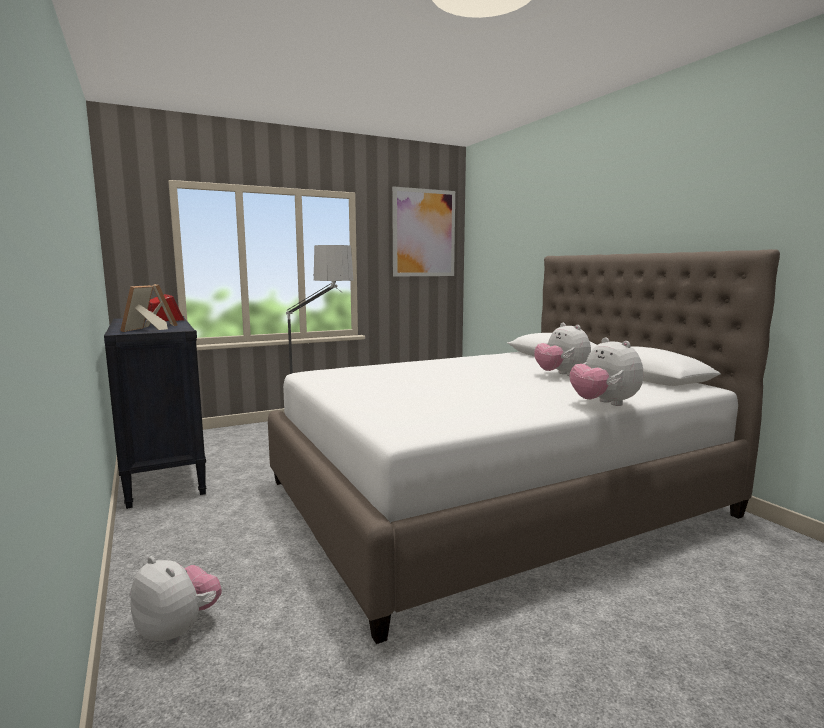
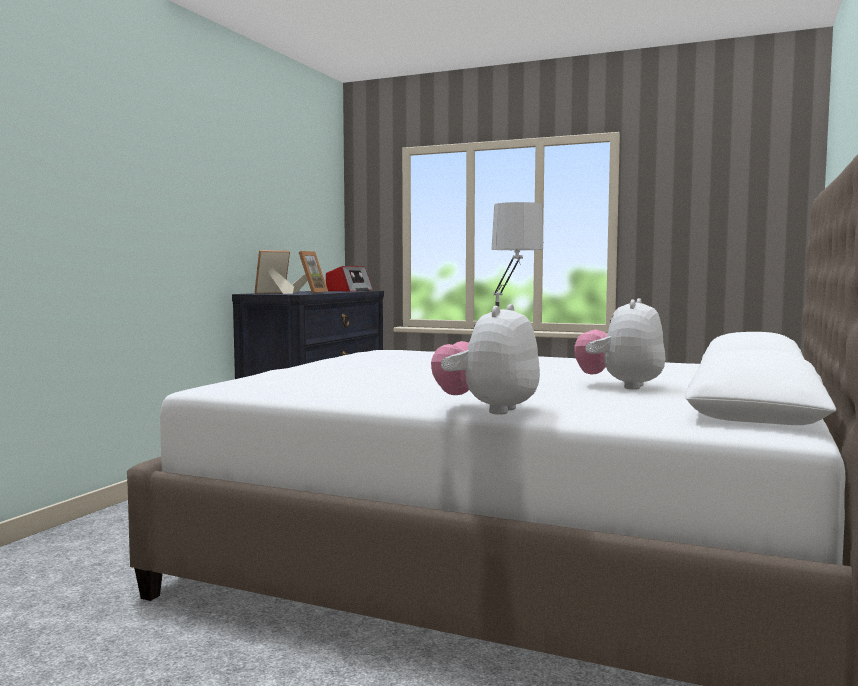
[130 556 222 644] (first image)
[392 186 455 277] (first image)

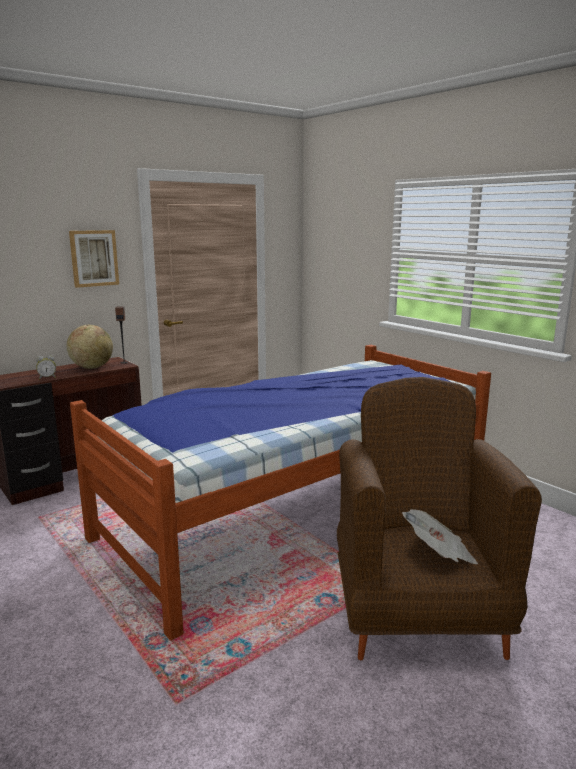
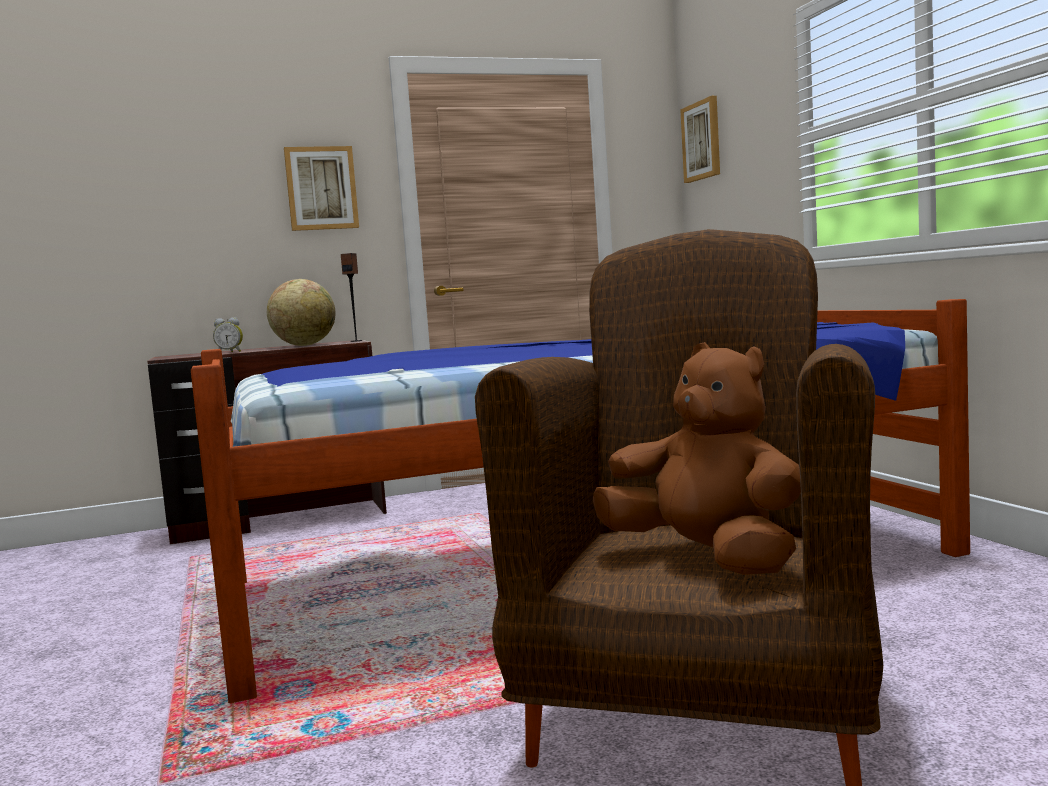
[593 342 801 575]
[680 96 720 183]

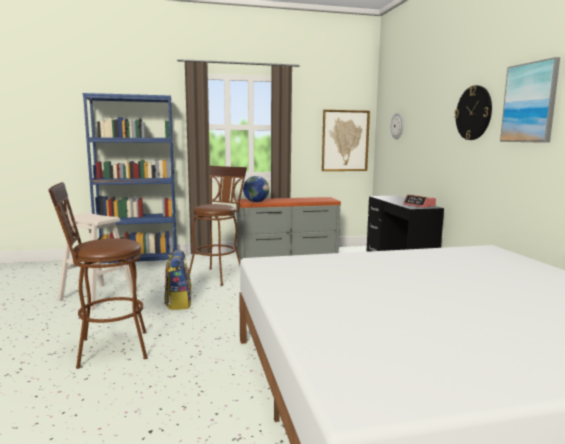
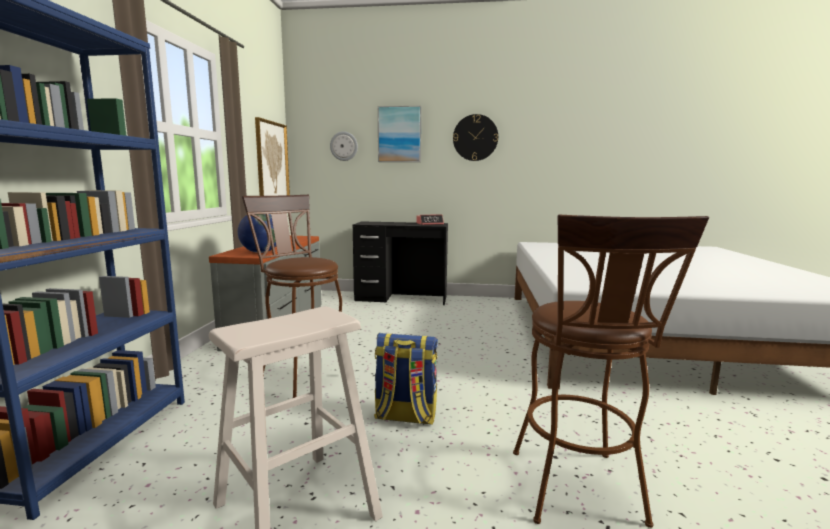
[378 106 421 162]

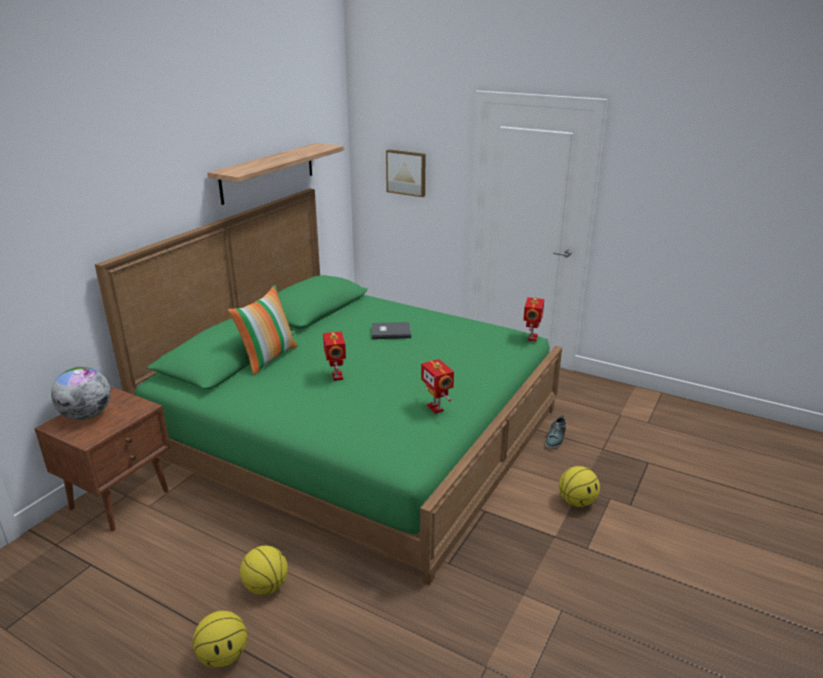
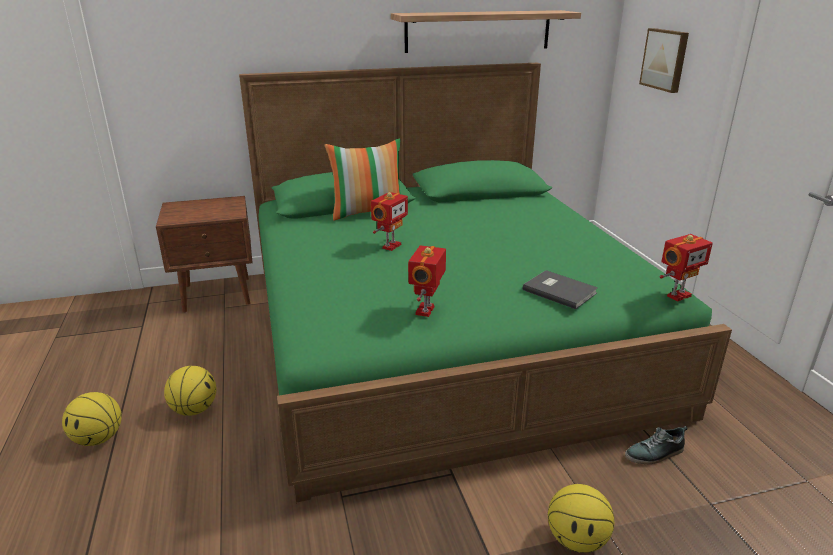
[51 367 111 420] (first image)
[523 270 598 309]

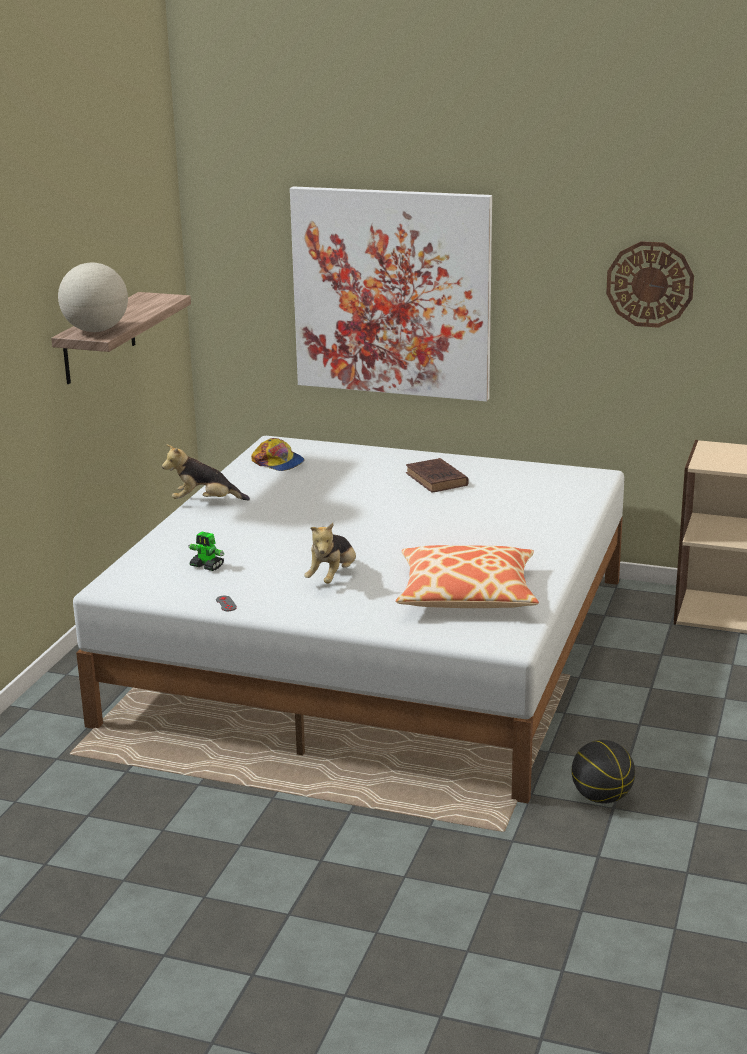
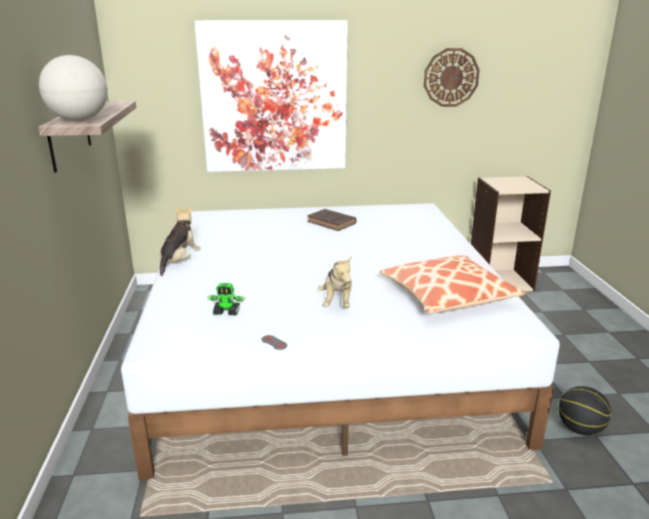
[160 207 200 276]
[251 438 305 471] (first image)

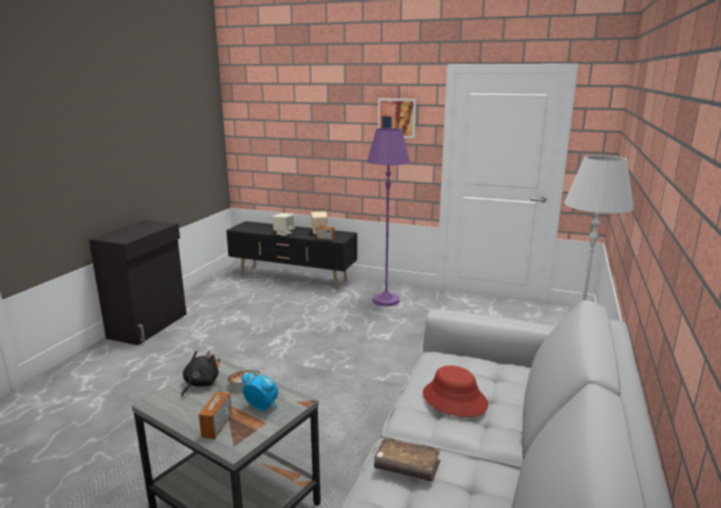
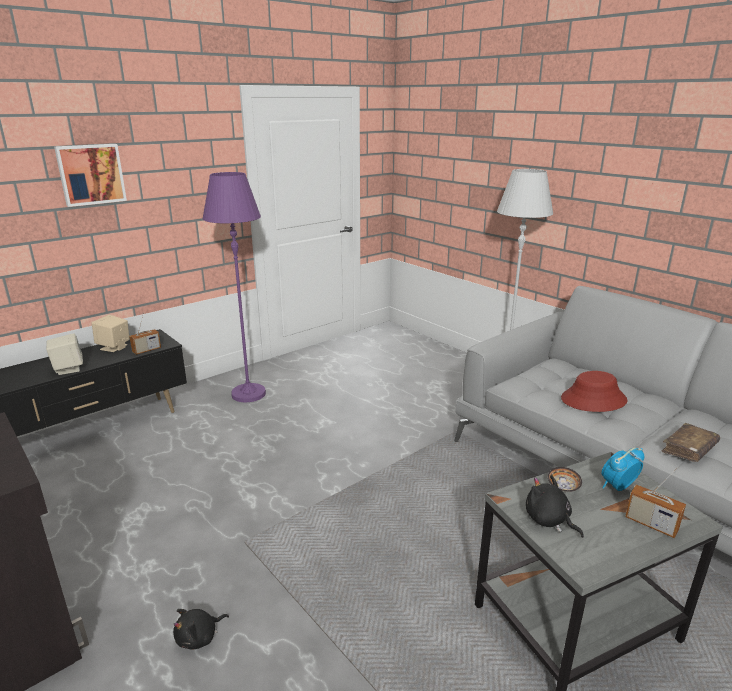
[54 144 127 207]
[173 609 229 650]

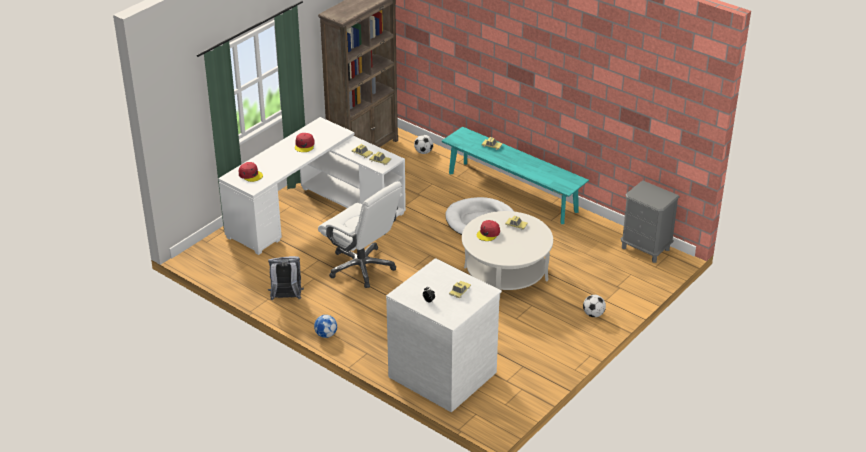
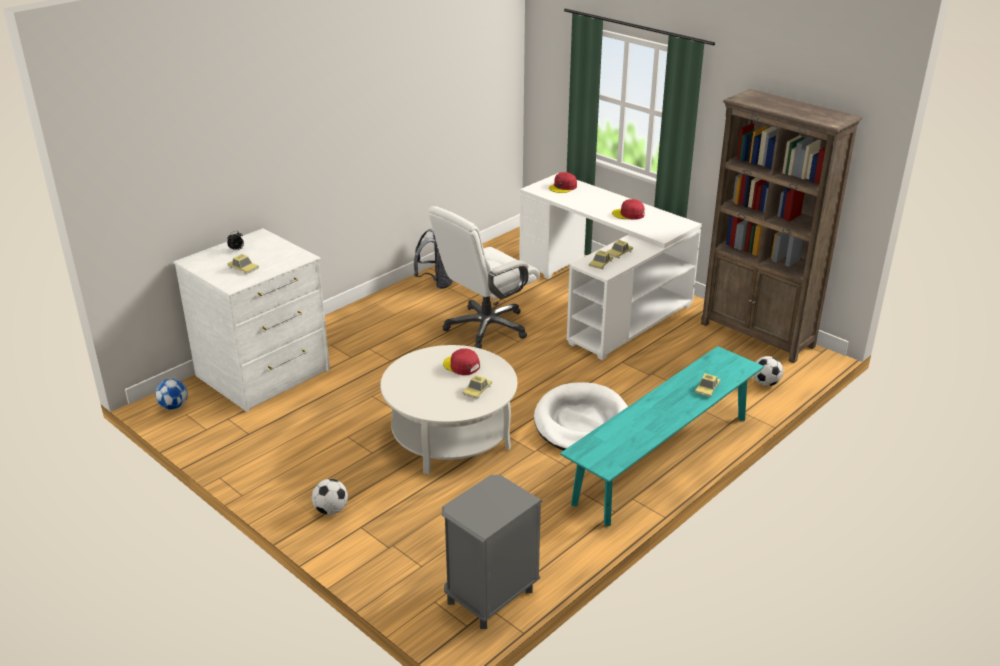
[155 379 188 410]

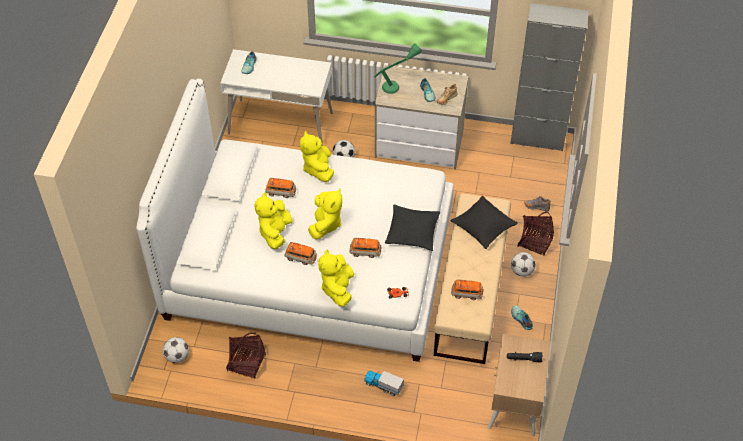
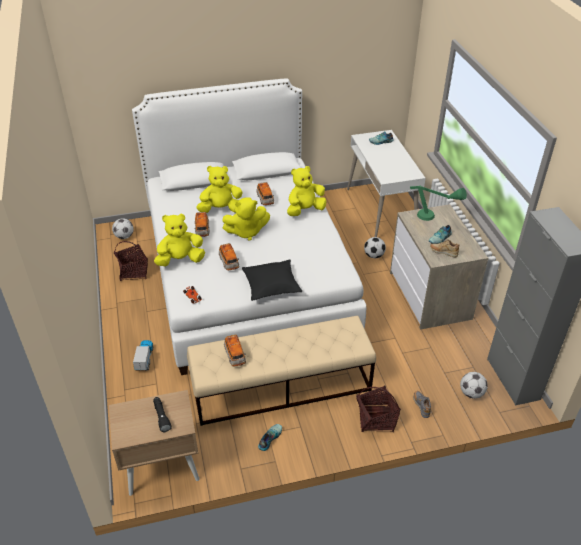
[451 196 518 249] (first image)
[460 372 488 399]

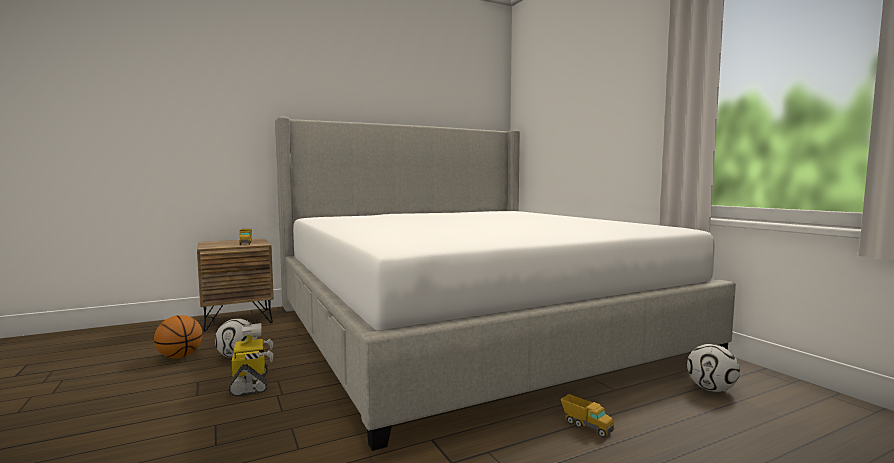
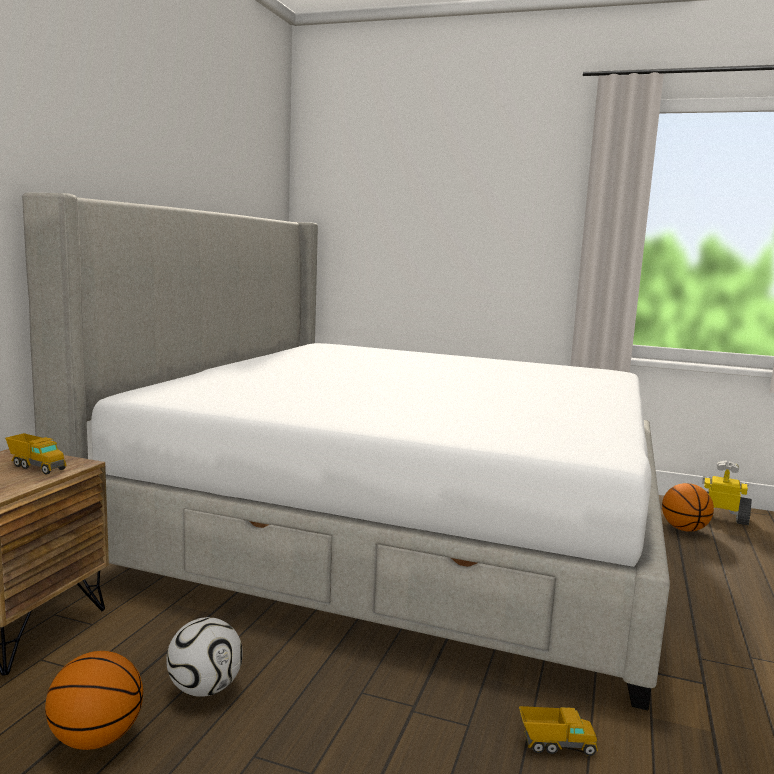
[702 460 752 525]
[519 706 598 756]
[662 483 714 532]

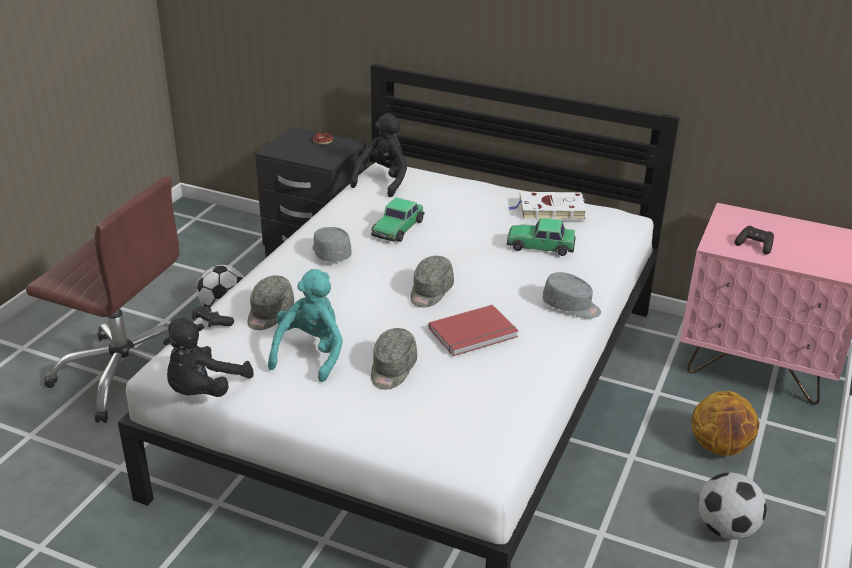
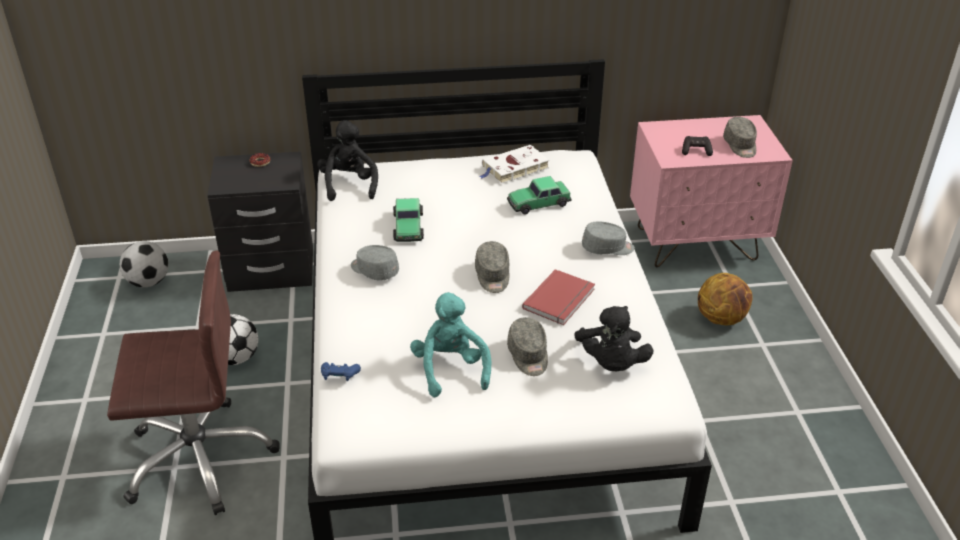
[574 306 653 372]
[321 362 361 381]
[723 117 757 158]
[120 241 169 287]

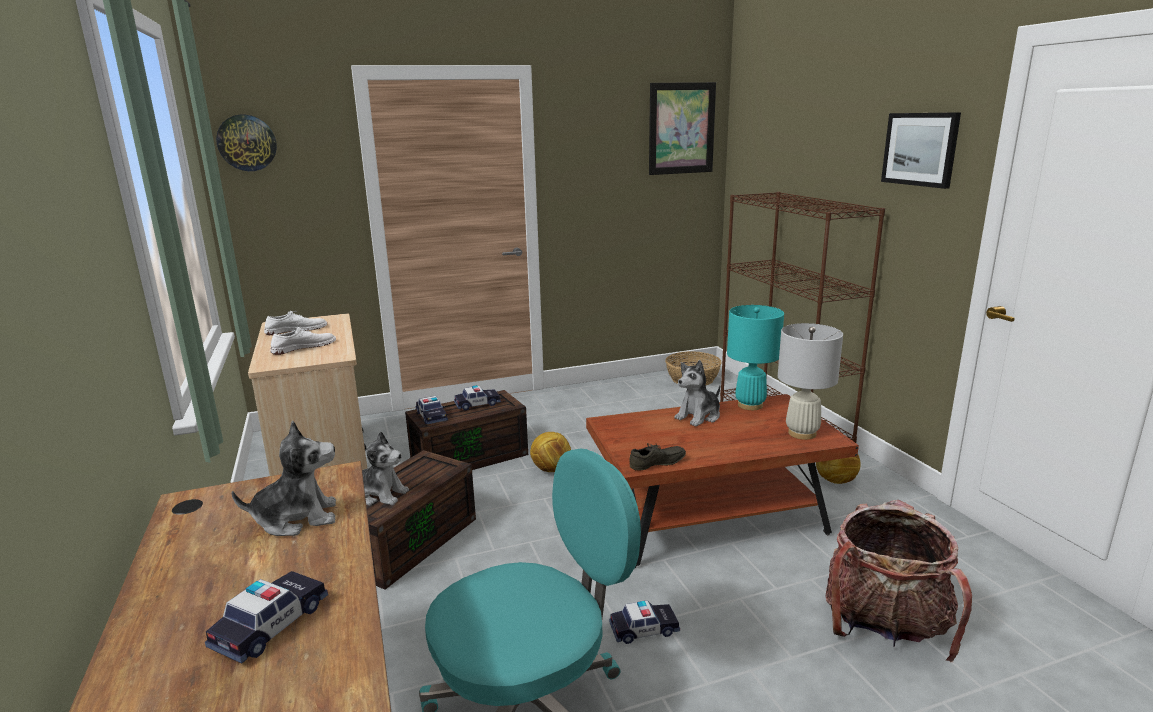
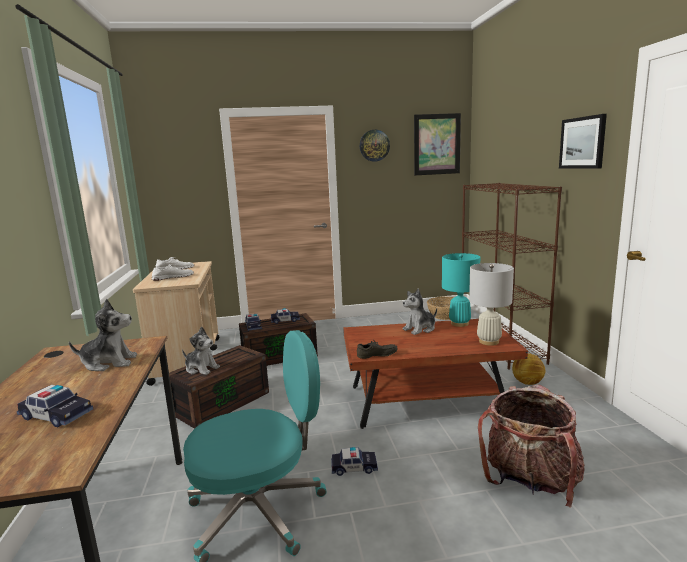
[17 385 93 427]
[360 130 390 162]
[530 432 571 472] (first image)

